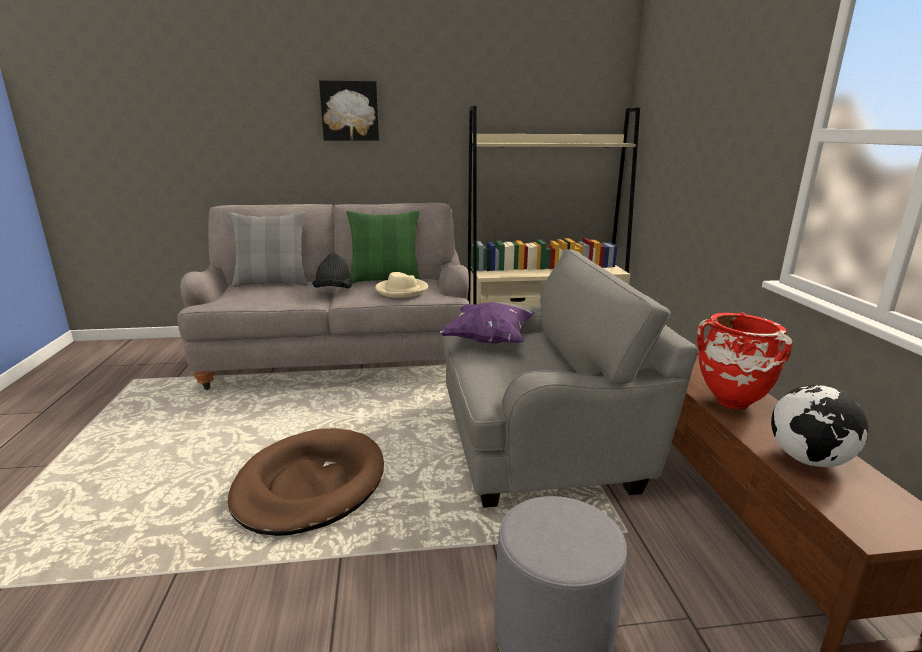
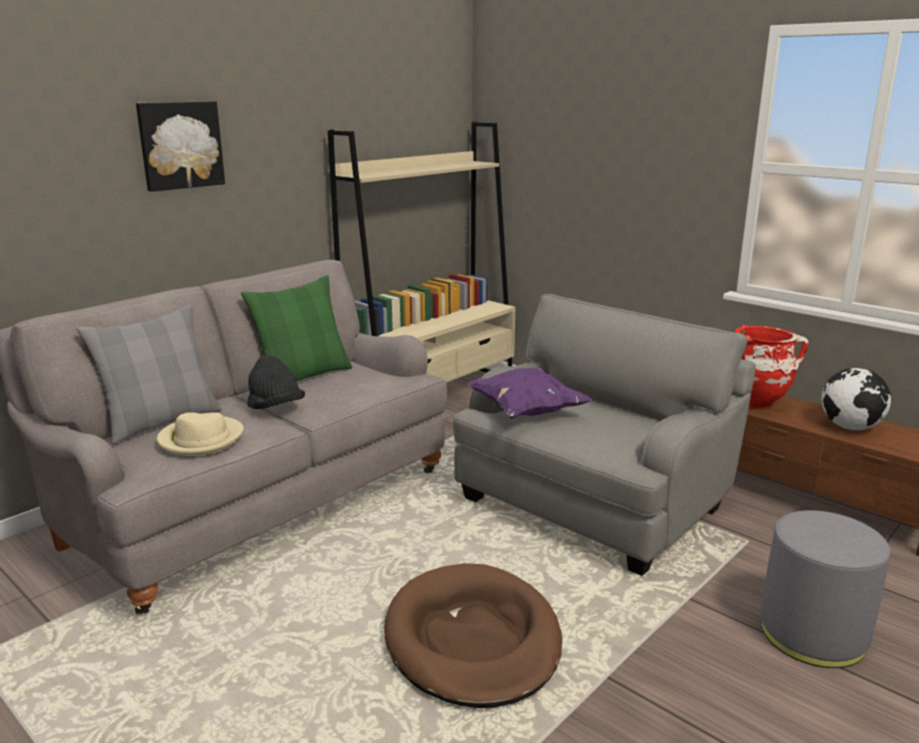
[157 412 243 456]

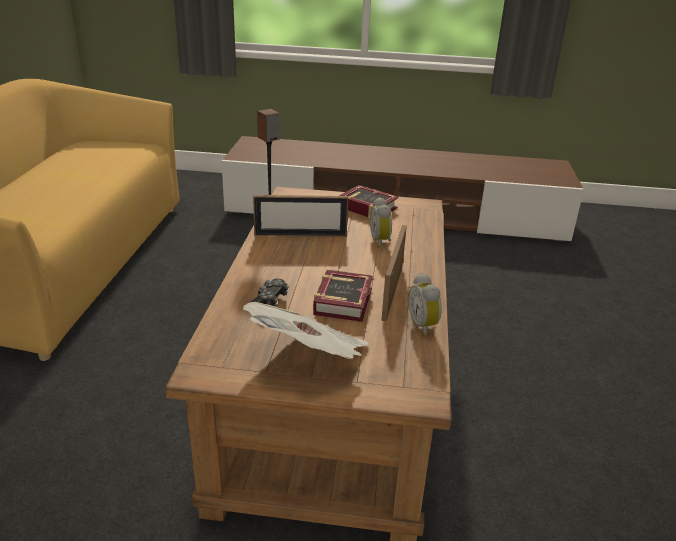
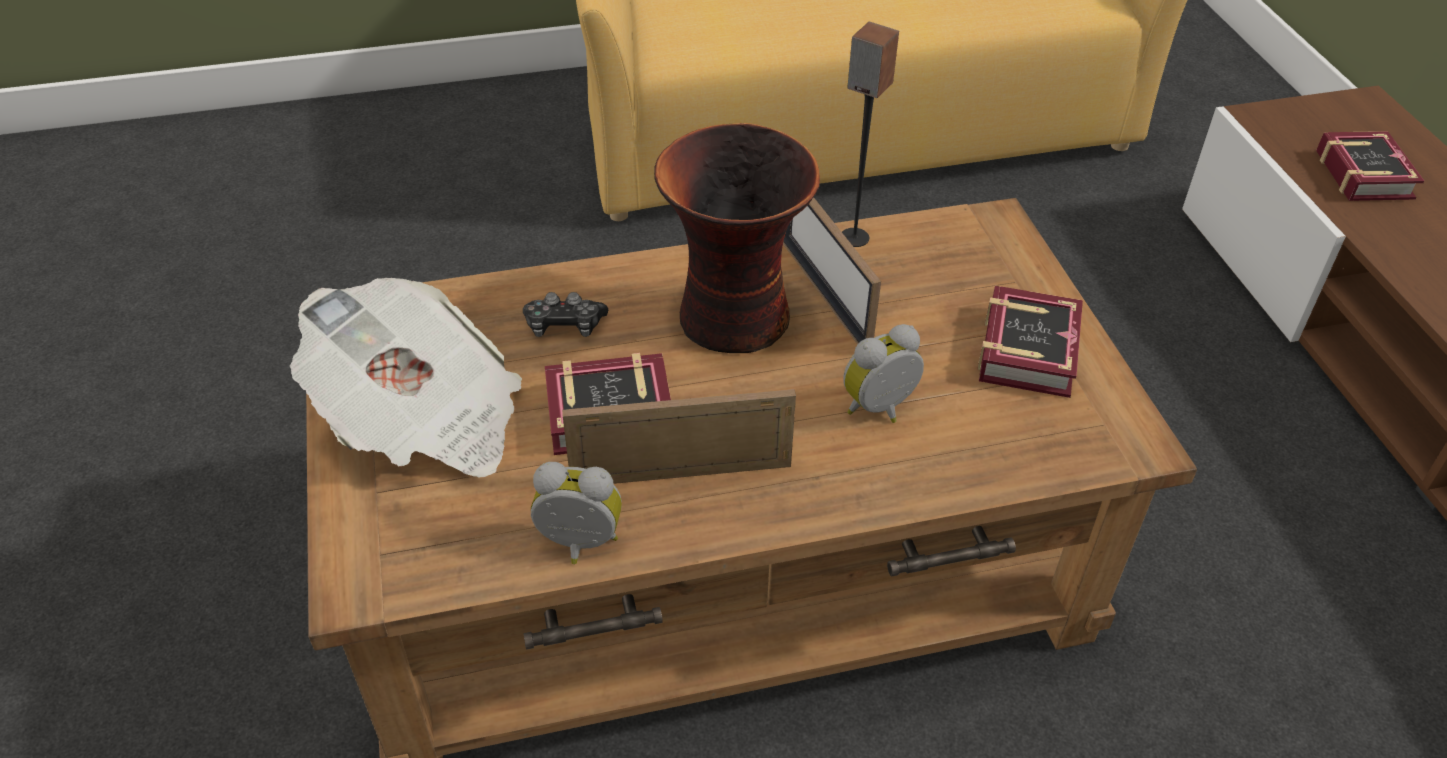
[531 462 622 564]
[654 123 820 353]
[1316 131 1424 201]

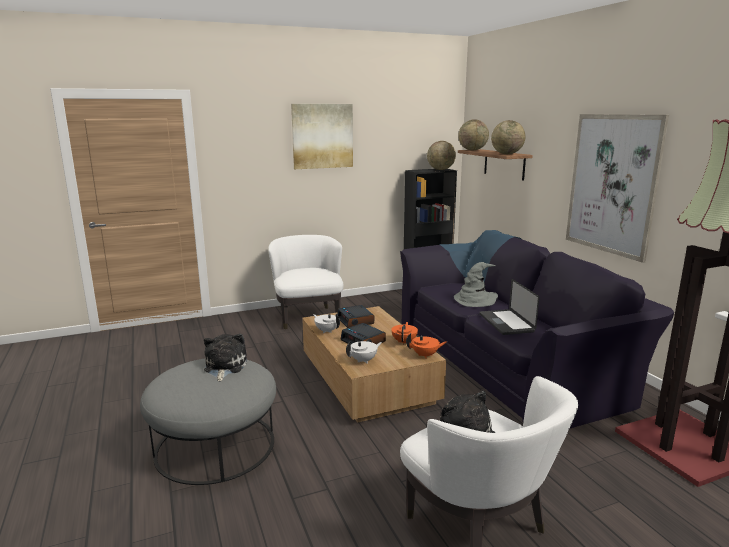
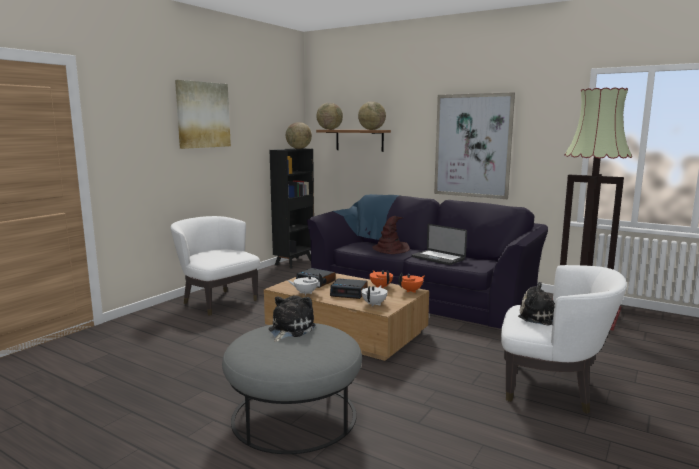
[269 295 316 342]
[372 216 410 254]

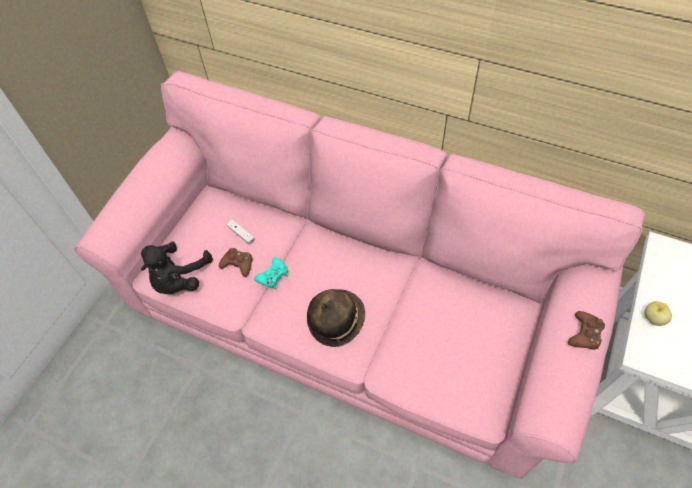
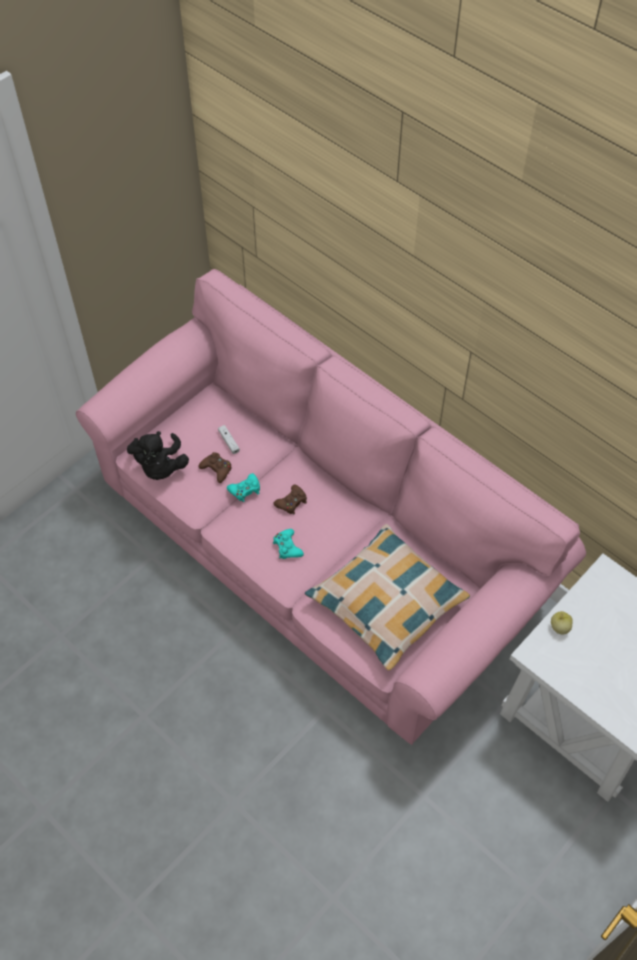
[127 431 189 480]
[273 529 304 559]
[273 484 307 515]
[305 524 470 671]

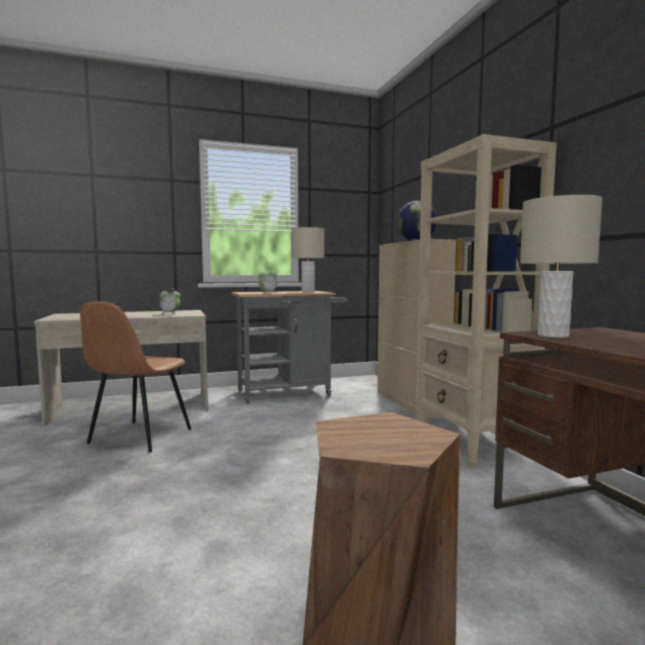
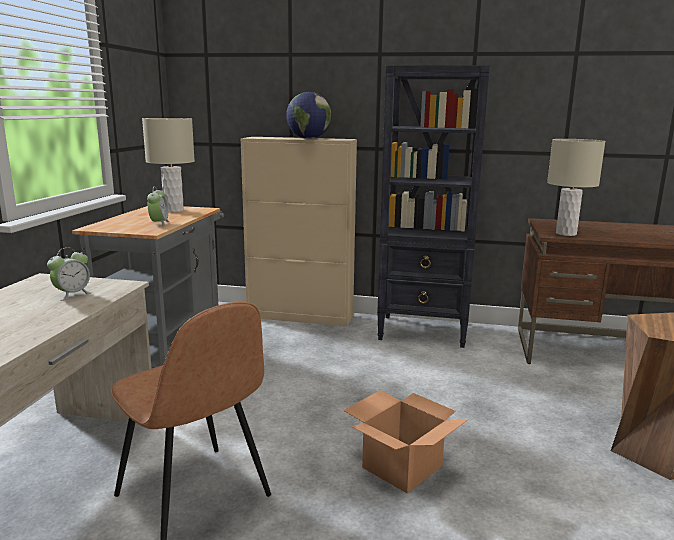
[377 65 490 348]
[343 390 468 494]

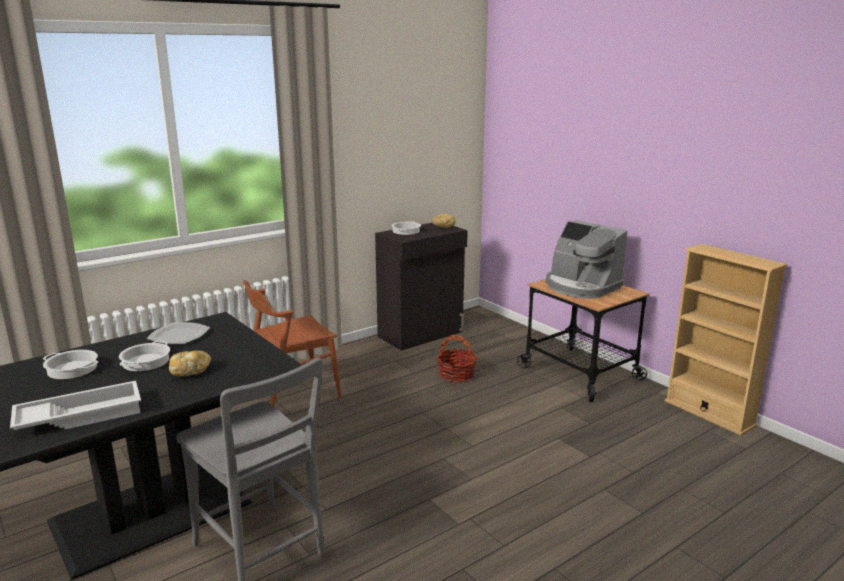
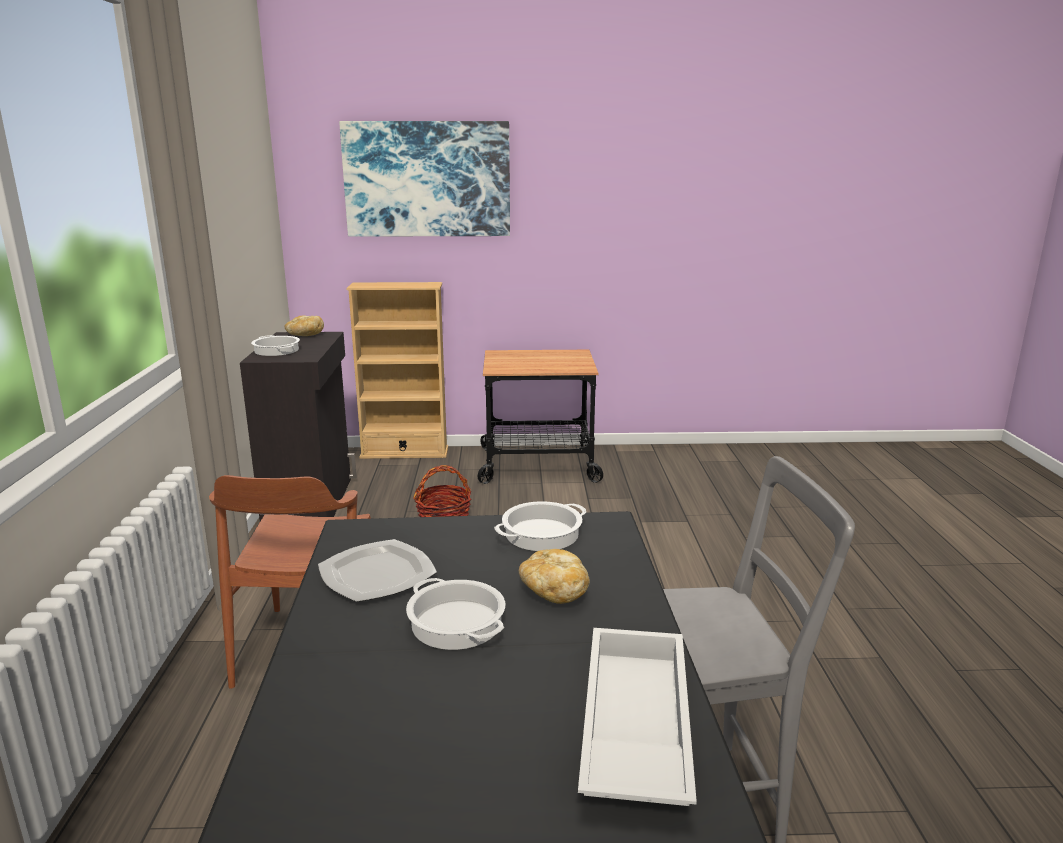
[494 501 586 551]
[546 220 627 299] (first image)
[346 282 448 459]
[339 121 510 237]

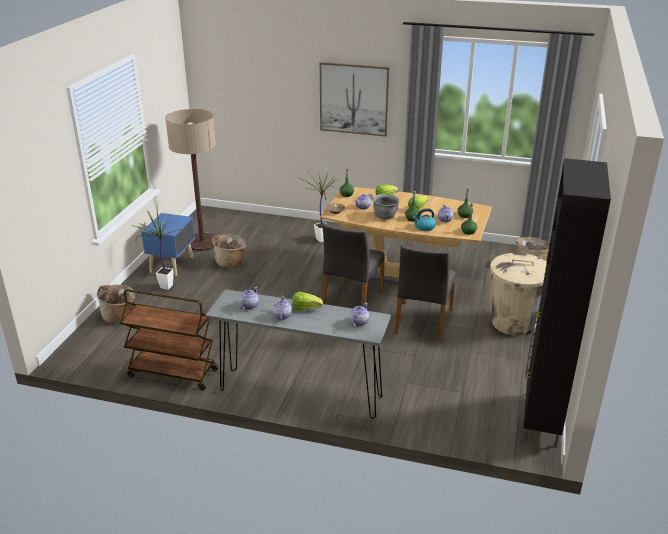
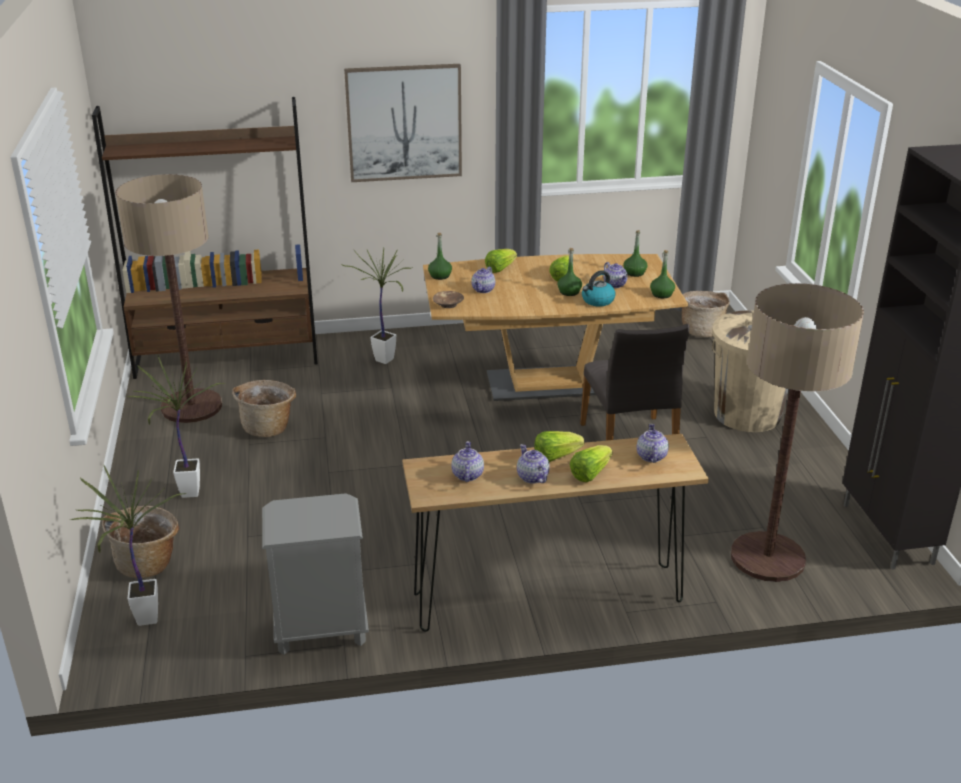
[262 493 369 655]
[141 213 195 277] (first image)
[402 434 709 632]
[322 223 385 306] (first image)
[373 194 400 219] (first image)
[70 464 186 626]
[92 97 318 379]
[569 445 613 482]
[731 283 864 582]

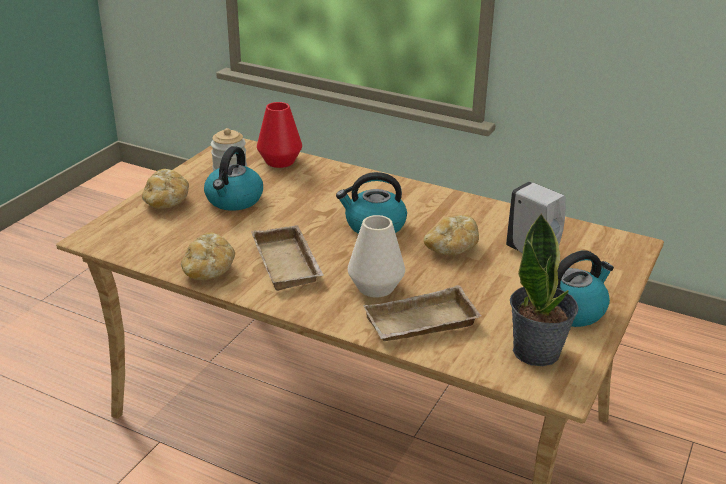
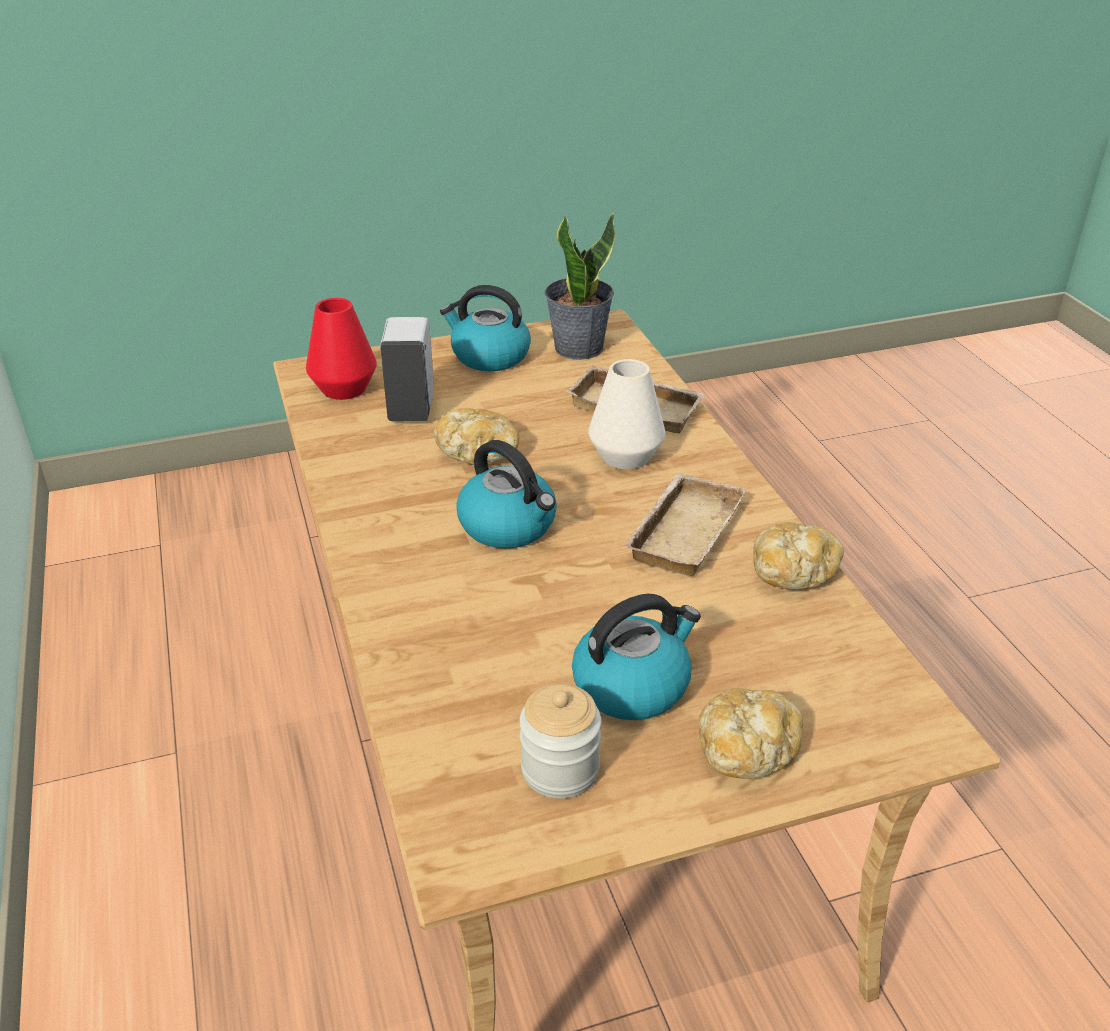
[306 298 377 400]

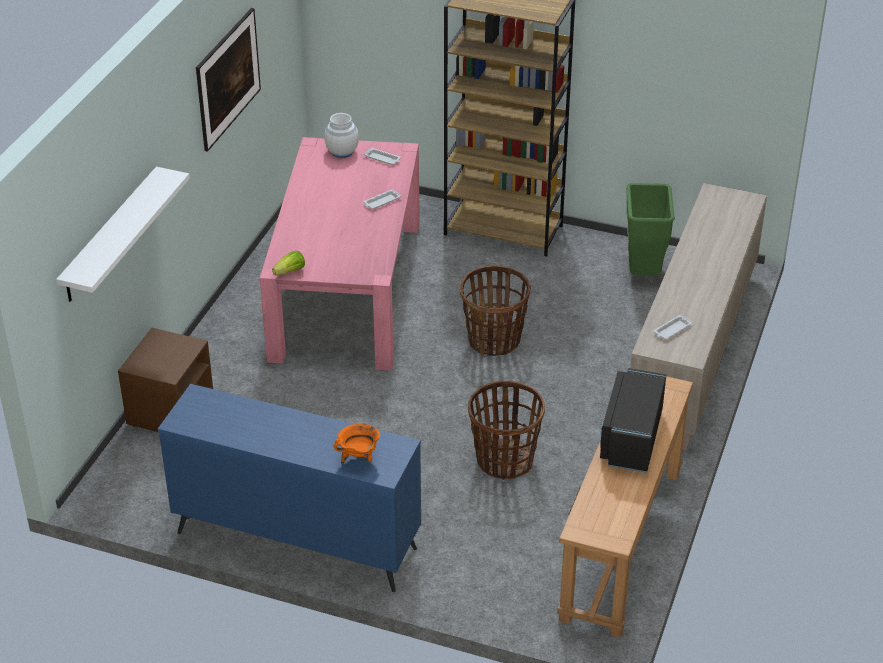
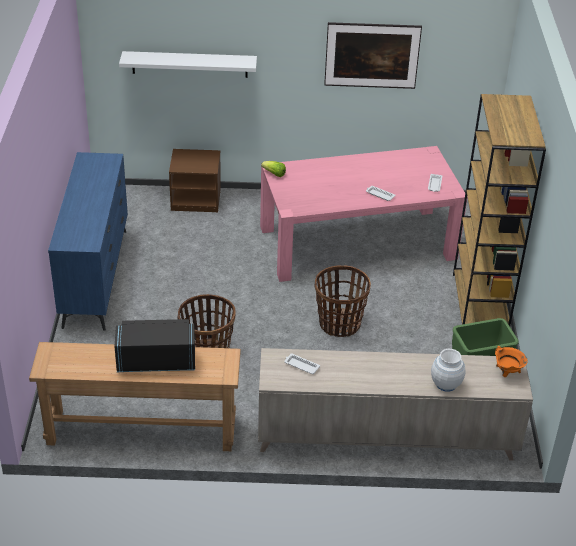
[431 349 466 392]
[495 346 528 377]

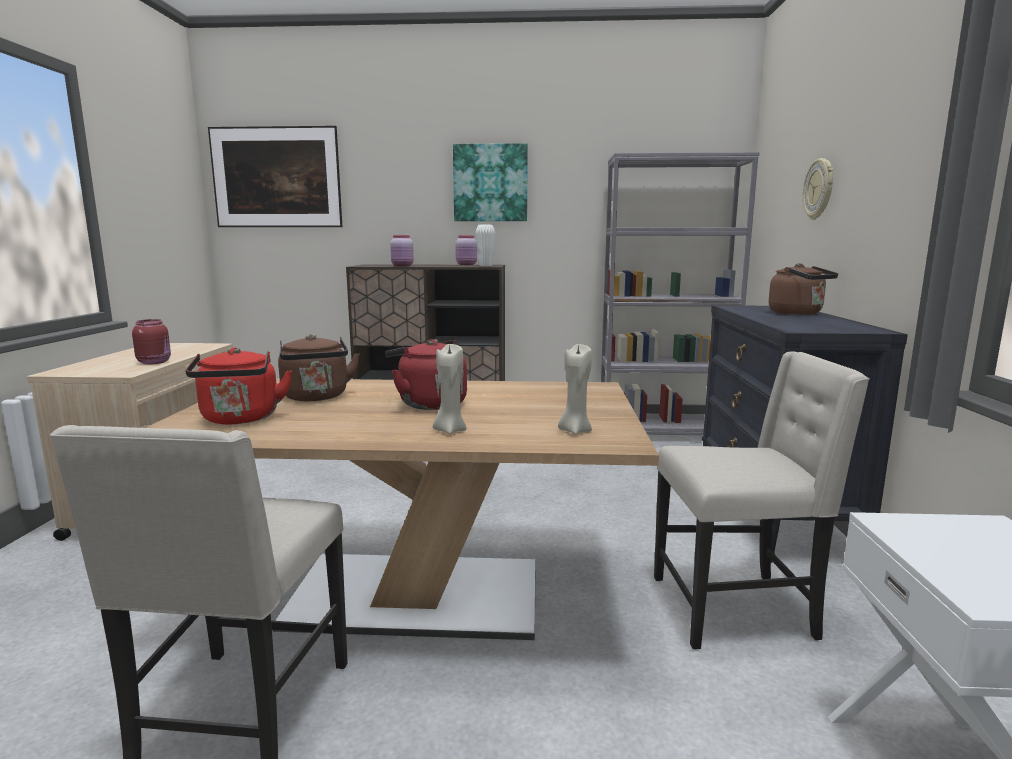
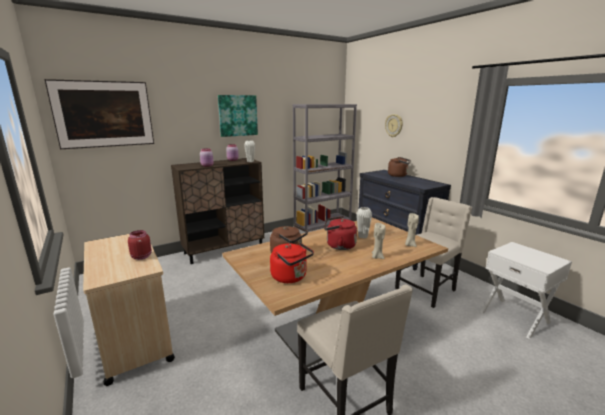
[357 207 372 238]

